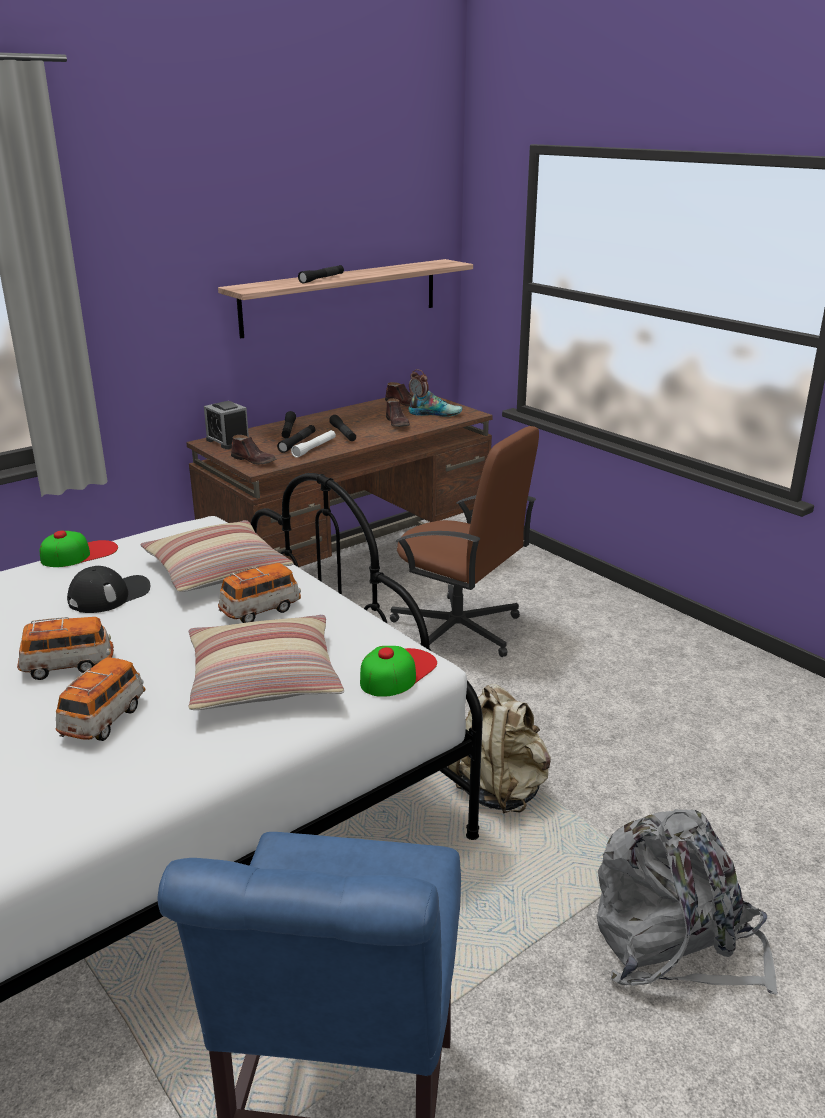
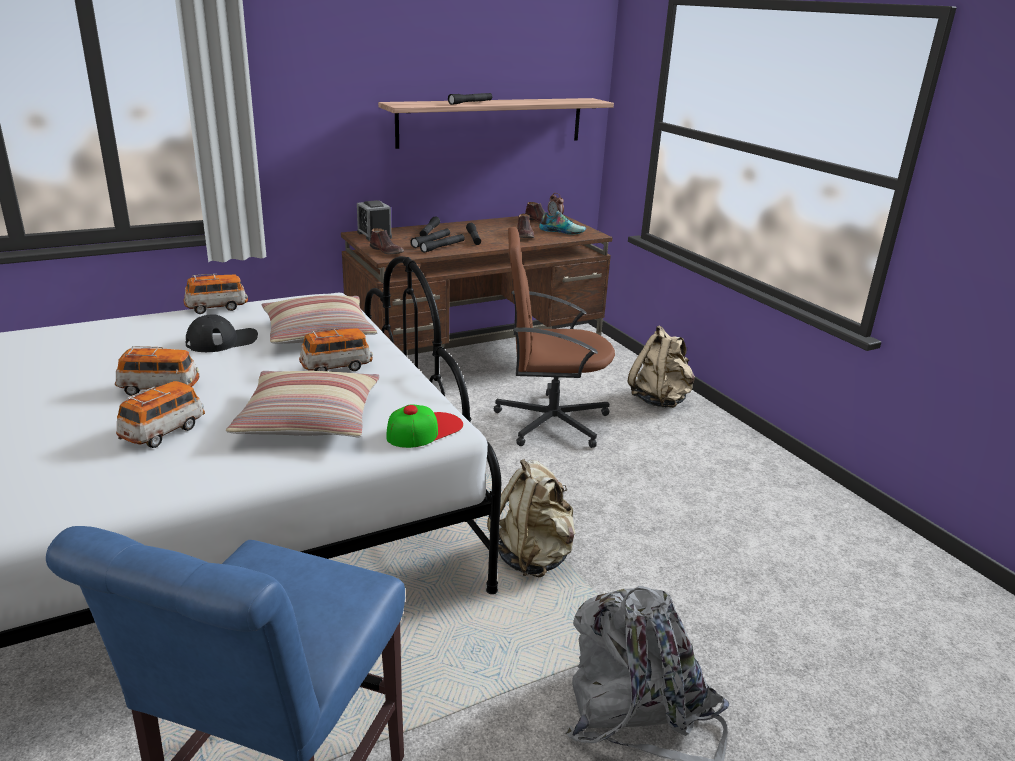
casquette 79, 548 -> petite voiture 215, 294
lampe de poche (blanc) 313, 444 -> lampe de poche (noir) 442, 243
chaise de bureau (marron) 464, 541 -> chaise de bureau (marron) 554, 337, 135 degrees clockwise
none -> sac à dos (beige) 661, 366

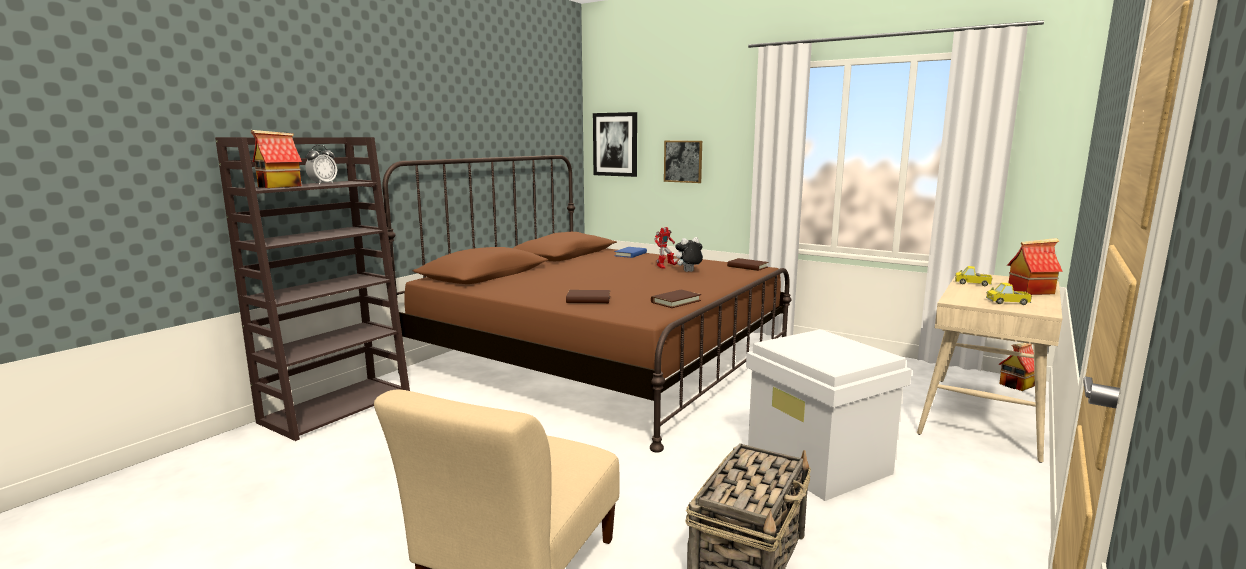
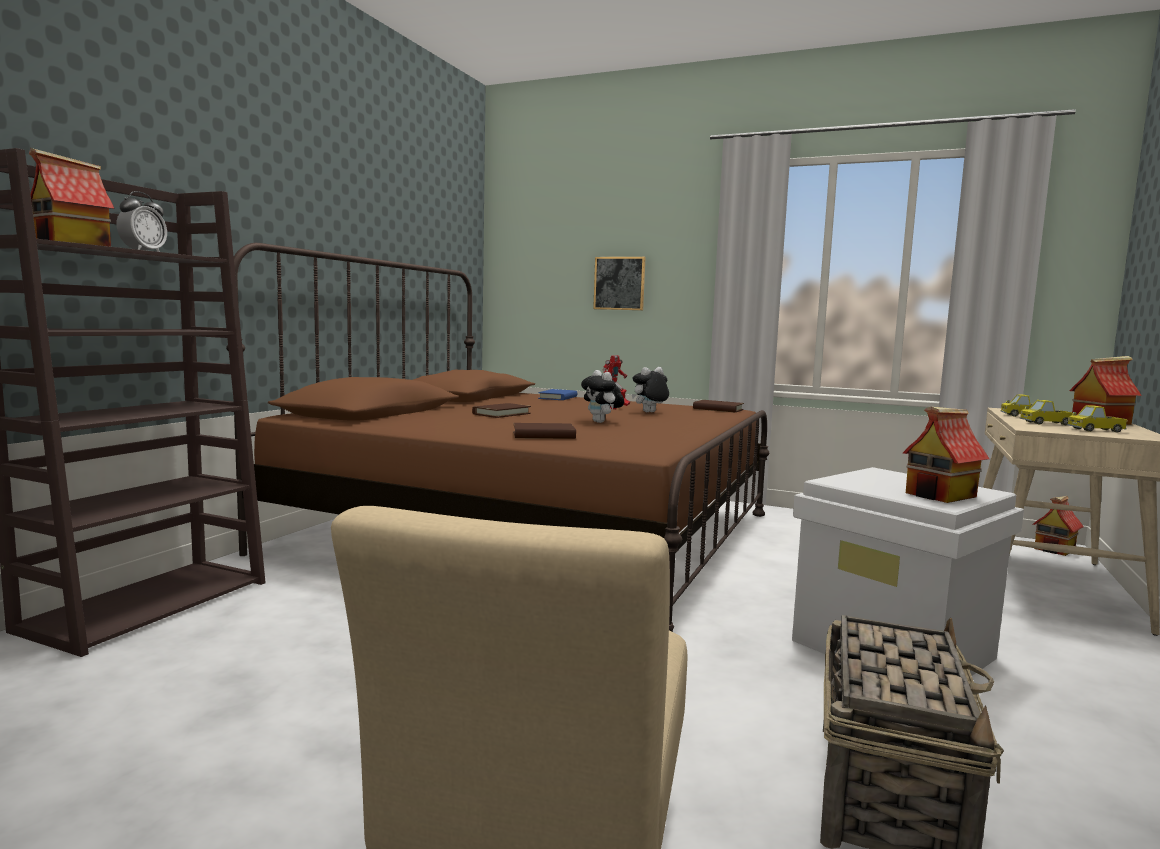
livre (marron) 676, 299 -> livre (marron) 501, 410, moved
none -> peluche 602, 396
none -> maison miniature 946, 455
none -> camion jouet 1048, 412
tableau 615, 144 -> none

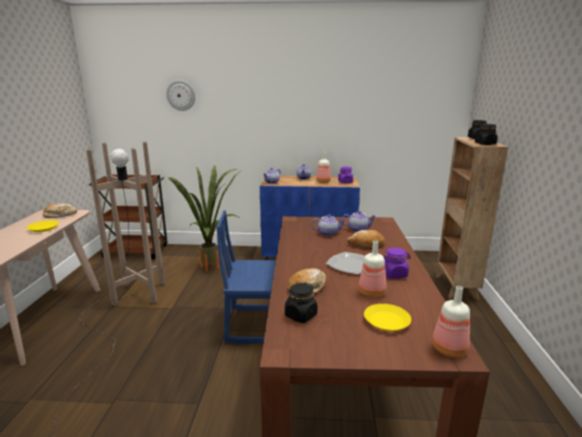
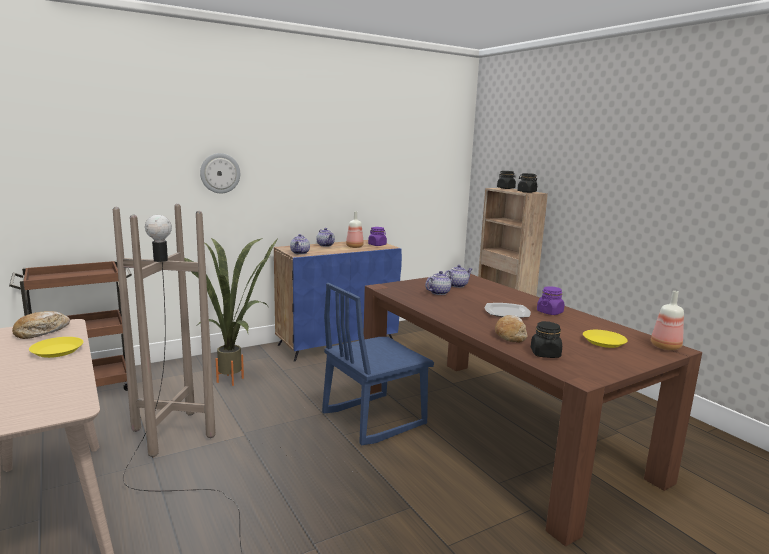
horloge murale 180, 95 -> horloge murale 220, 173, moved
pain 366, 238 -> none
bouteille 373, 269 -> none

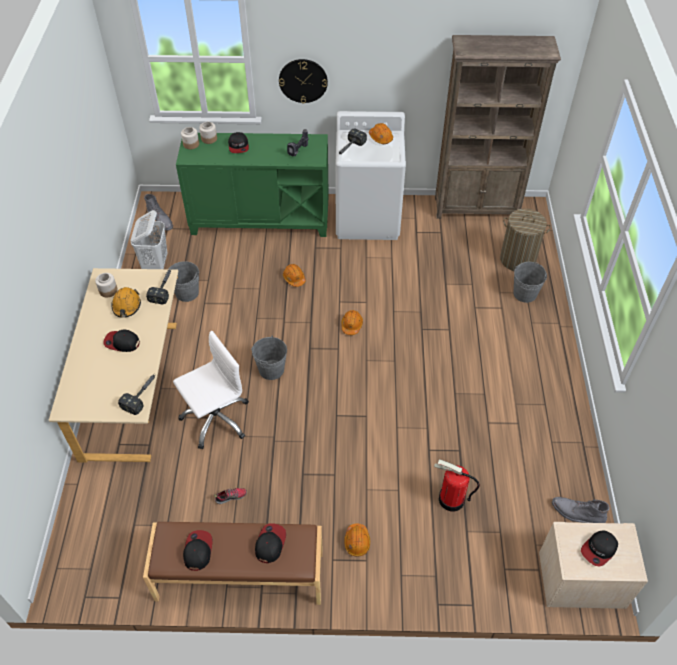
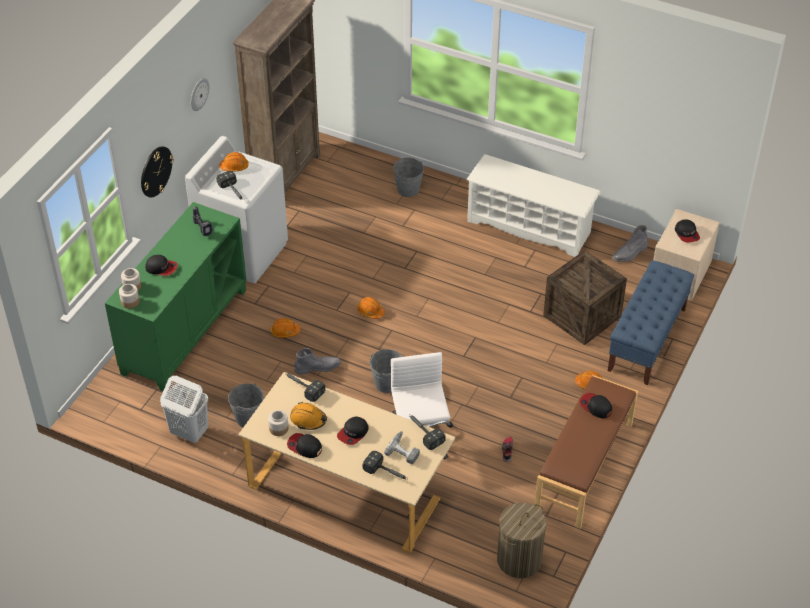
none -> horloge murale 200, 94
casquette 197, 550 -> casquette 304, 445, moved
botte (gris) 158, 212 -> botte (gris) 318, 361, moved
none -> marteau 385, 465
none -> perceuse 402, 447
none -> étagère à chaussures (blanc) 533, 205
panier à linge 525, 240 -> panier à linge 521, 540, moved
extincteur 457, 485 -> caisse 585, 297
none -> banc (bleu) 651, 322

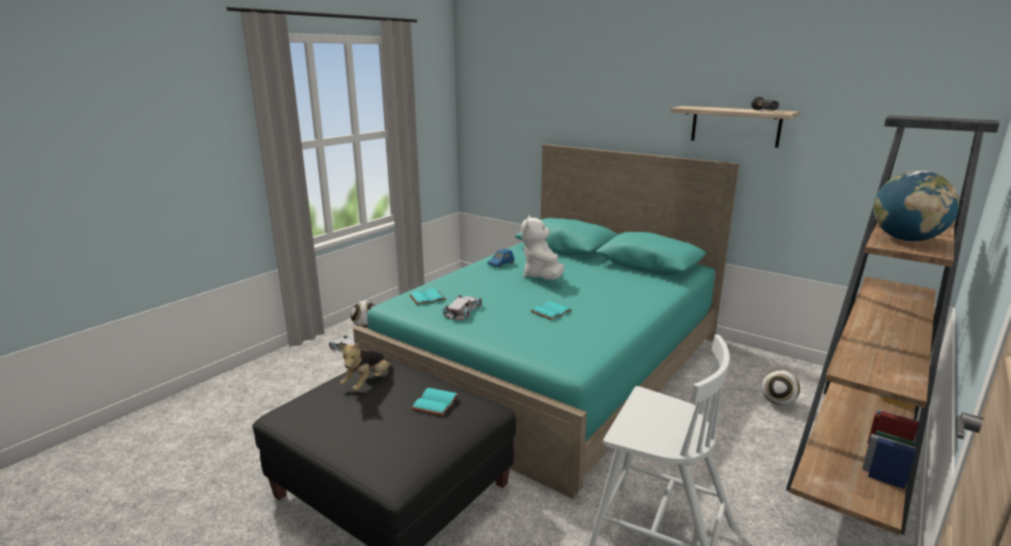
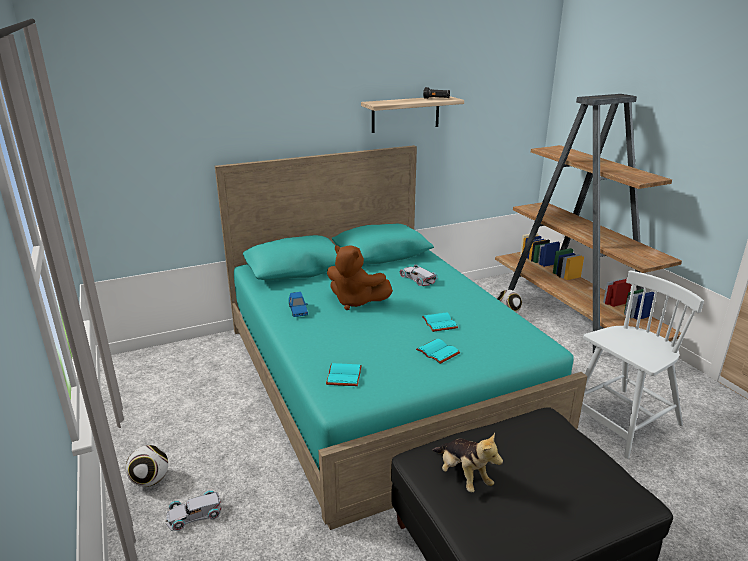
peluche (blanc) 542, 247 -> peluche (marron) 360, 277
petite voiture (blanc) 462, 307 -> petite voiture (blanc) 418, 275, moved
livre (turquoise) 435, 402 -> livre (turquoise) 438, 351, moved
globe 916, 206 -> none

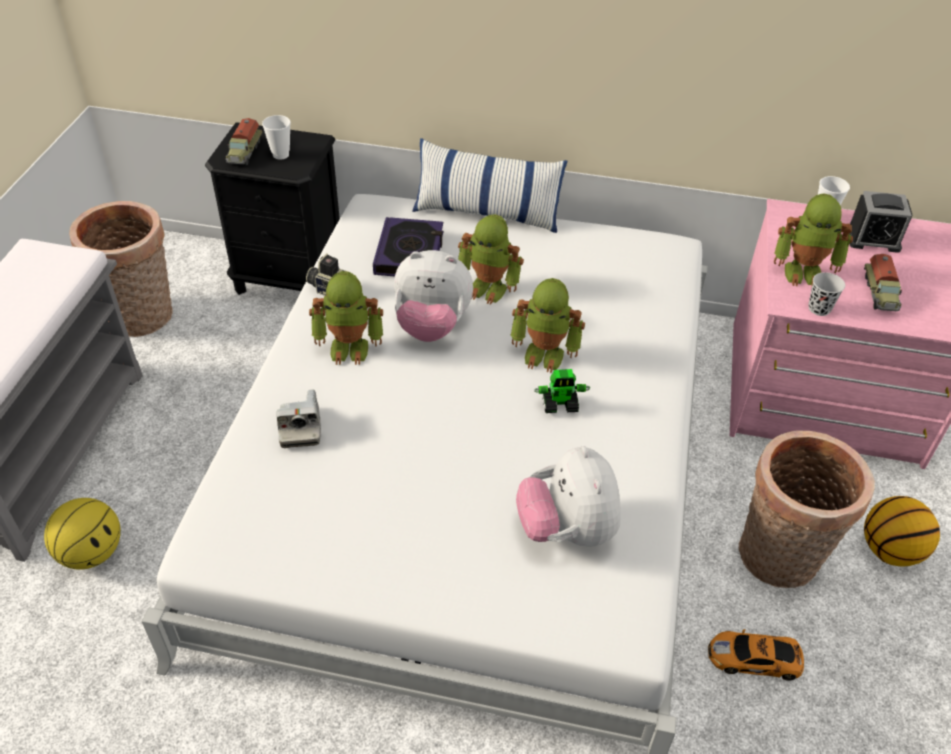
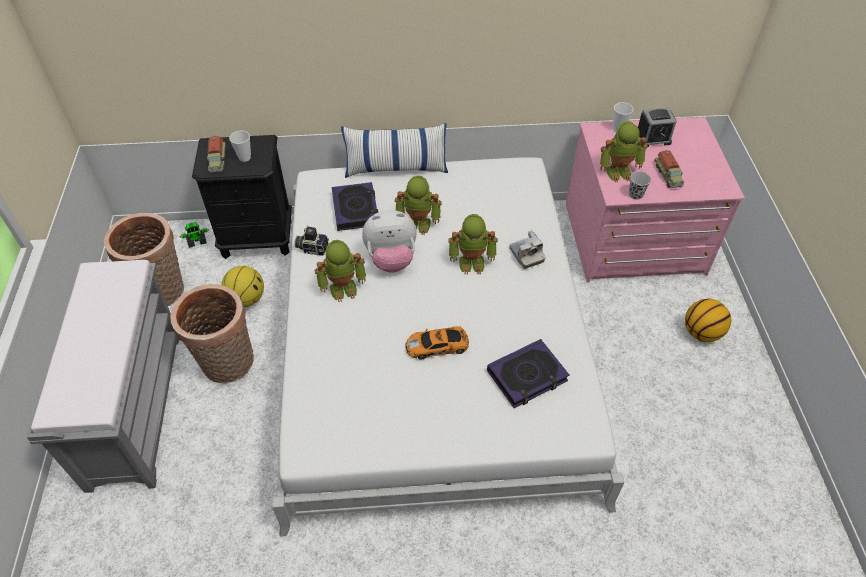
panier 807, 509 -> panier 212, 334, moved
robot jouet 562, 391 -> robot jouet 194, 235, moved
ballon de basket 82, 534 -> ballon de basket 242, 286, moved
petite voiture 756, 655 -> petite voiture 437, 343, moved
peluche 568, 496 -> livre 528, 373
appareil photo 298, 418 -> appareil photo 527, 249, moved

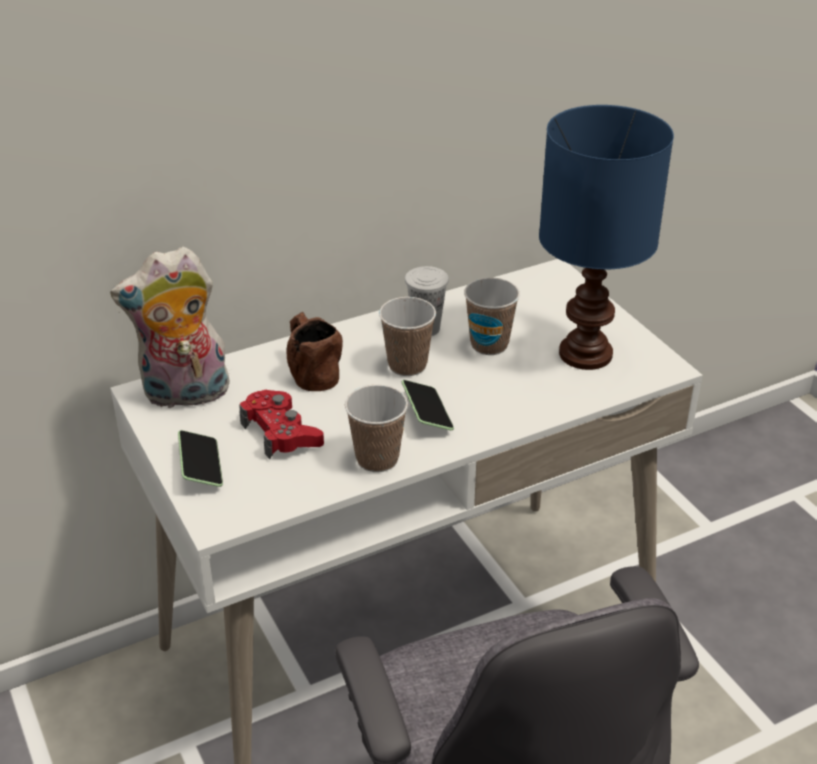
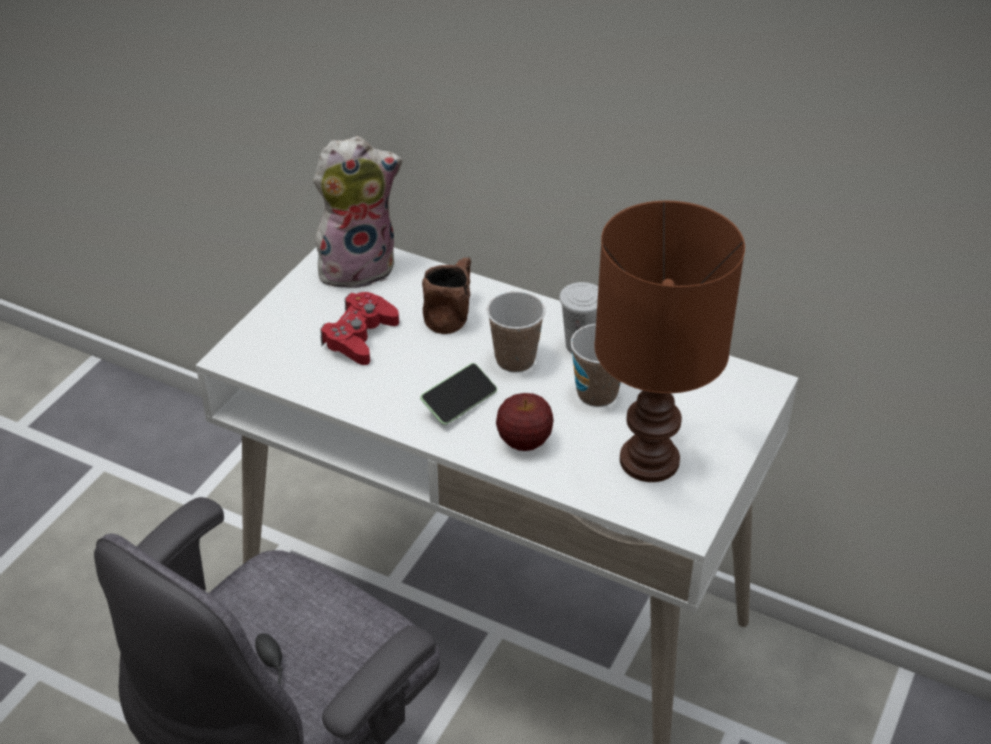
peluche 170, 328 -> peluche 357, 212, 120 degrees clockwise
none -> pomme 525, 422
lampe de table (bleu) 606, 237 -> lampe de table (marron) 669, 341
téléphone 200, 458 -> none
tasse 376, 428 -> none

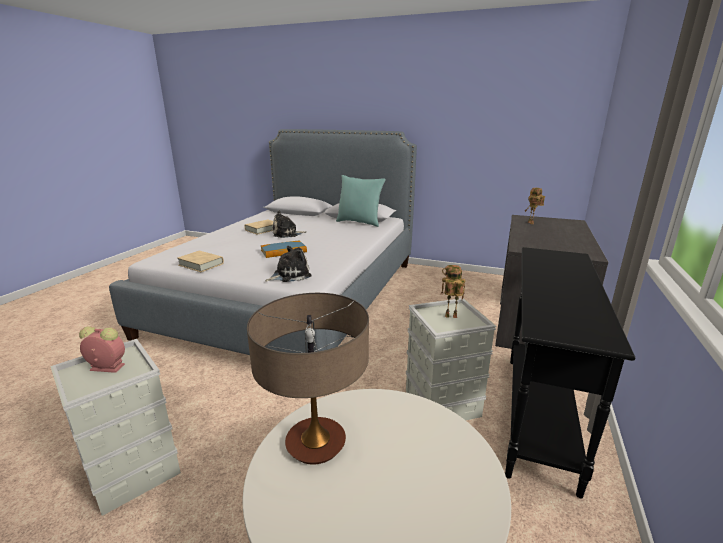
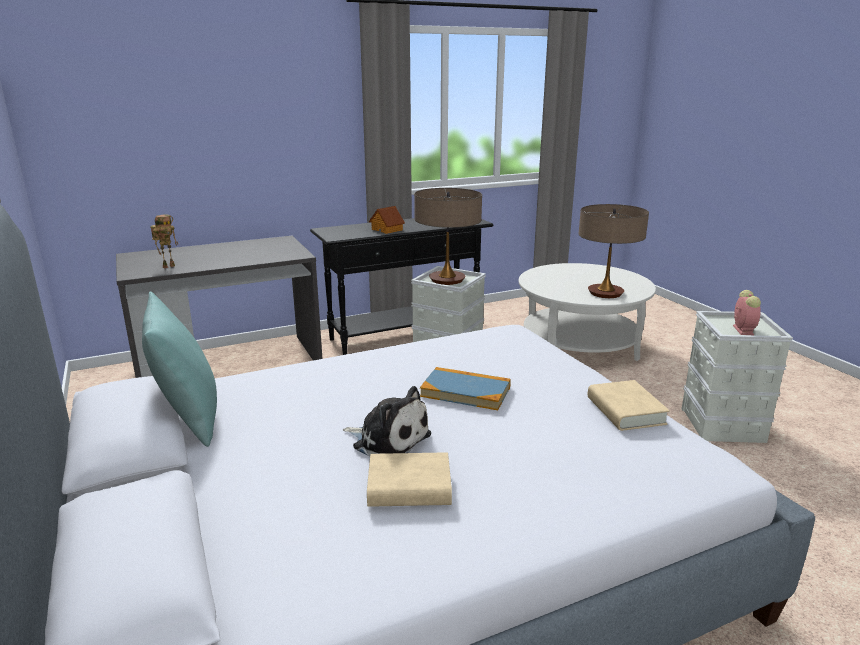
none -> maison miniature 387, 220
robot jouet 453, 291 -> lampe de table 448, 236
réveil 102, 349 -> réveil 747, 312, 135 degrees counterclockwise
peluche 288, 264 -> none

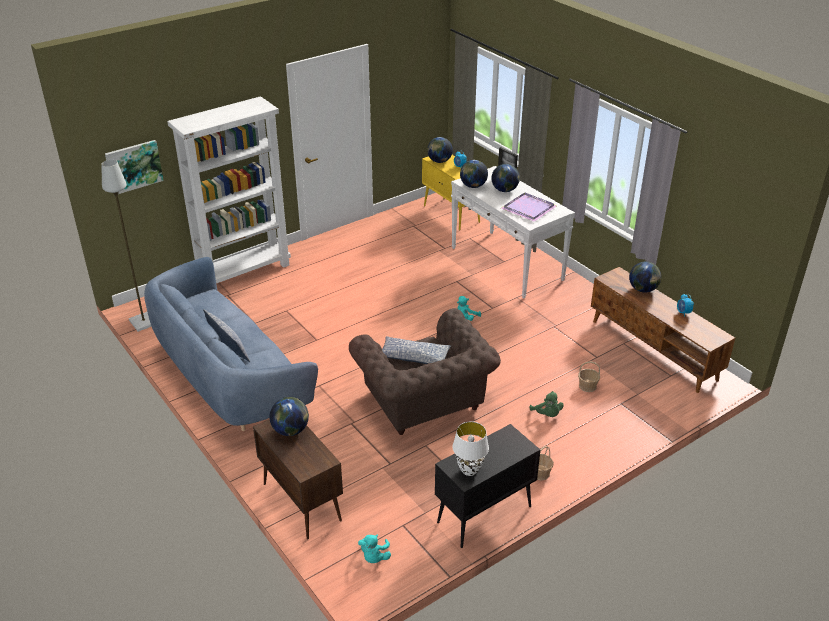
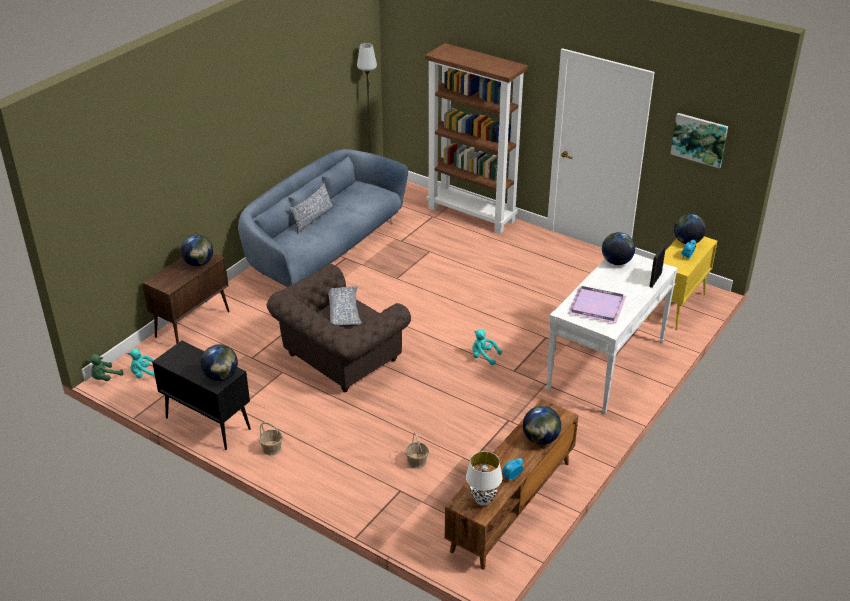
peluche (vert) 546, 404 -> peluche (vert) 106, 367, moved
globe 506, 178 -> globe 219, 362, moved
bibliothèque (blanc) 229, 191 -> bibliothèque (marron) 476, 138
lampe de table (blanc) 470, 448 -> lampe de table (blanc) 484, 478, moved
tableau 134, 167 -> tableau 699, 140, moved

